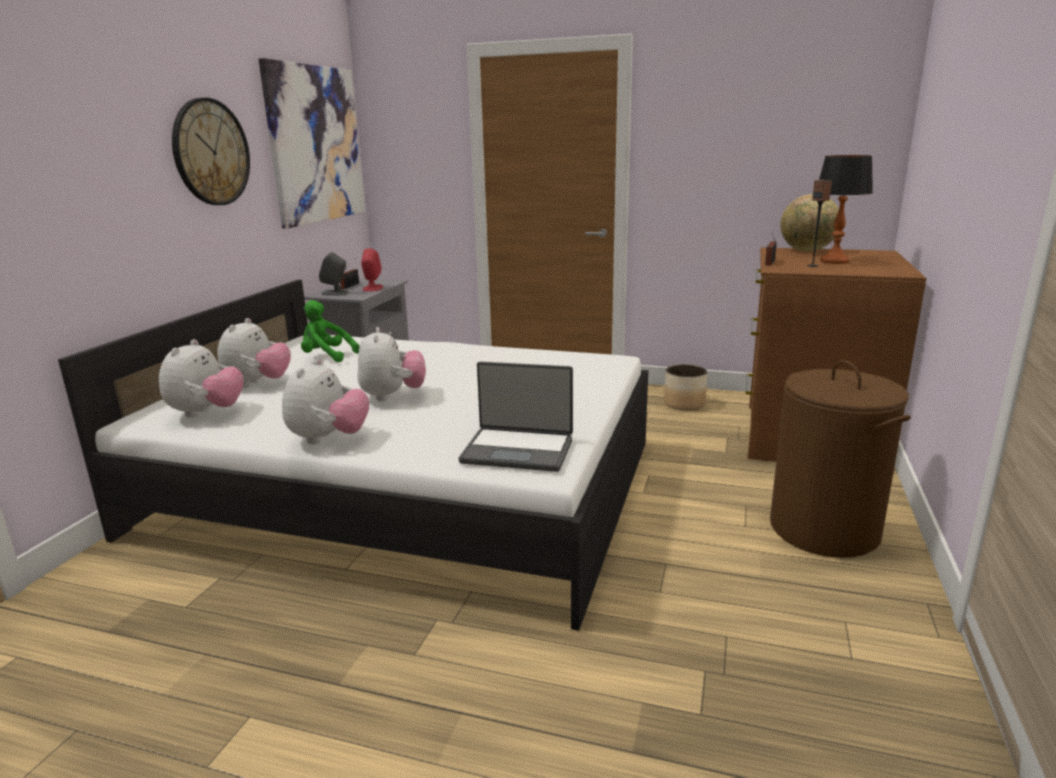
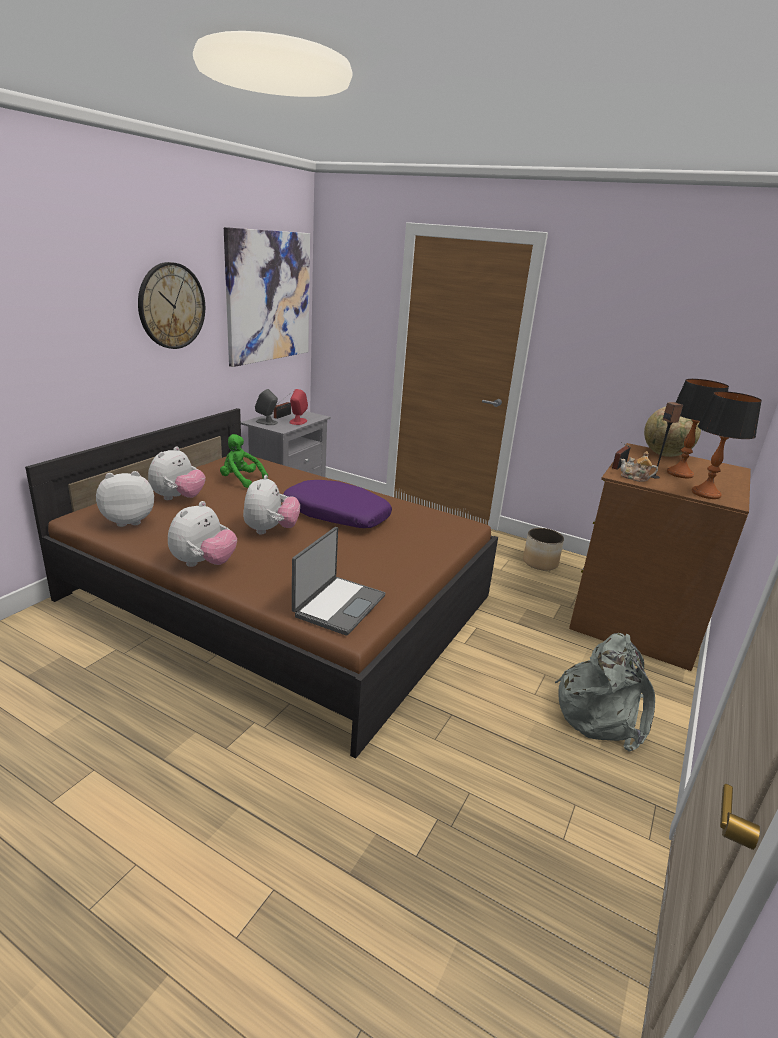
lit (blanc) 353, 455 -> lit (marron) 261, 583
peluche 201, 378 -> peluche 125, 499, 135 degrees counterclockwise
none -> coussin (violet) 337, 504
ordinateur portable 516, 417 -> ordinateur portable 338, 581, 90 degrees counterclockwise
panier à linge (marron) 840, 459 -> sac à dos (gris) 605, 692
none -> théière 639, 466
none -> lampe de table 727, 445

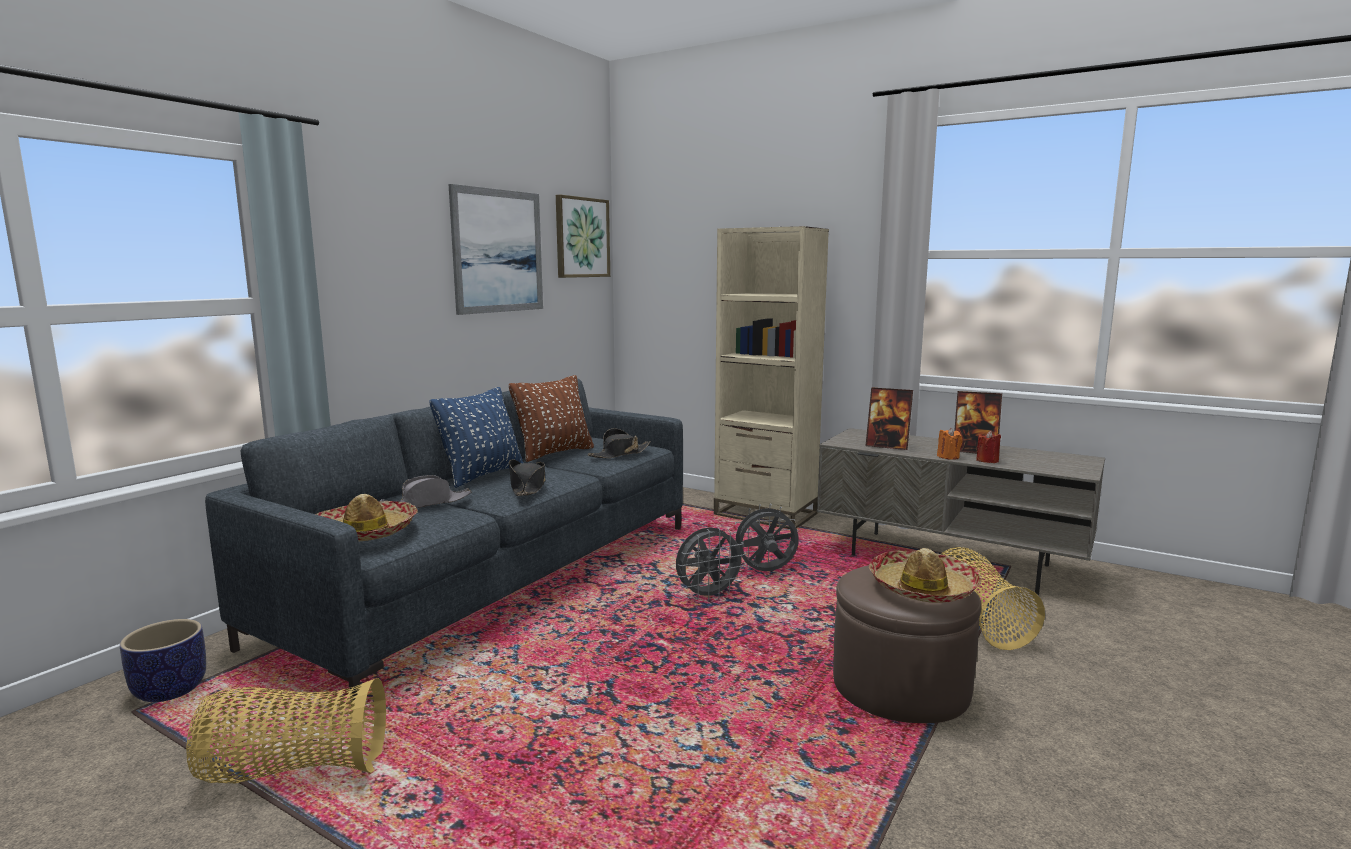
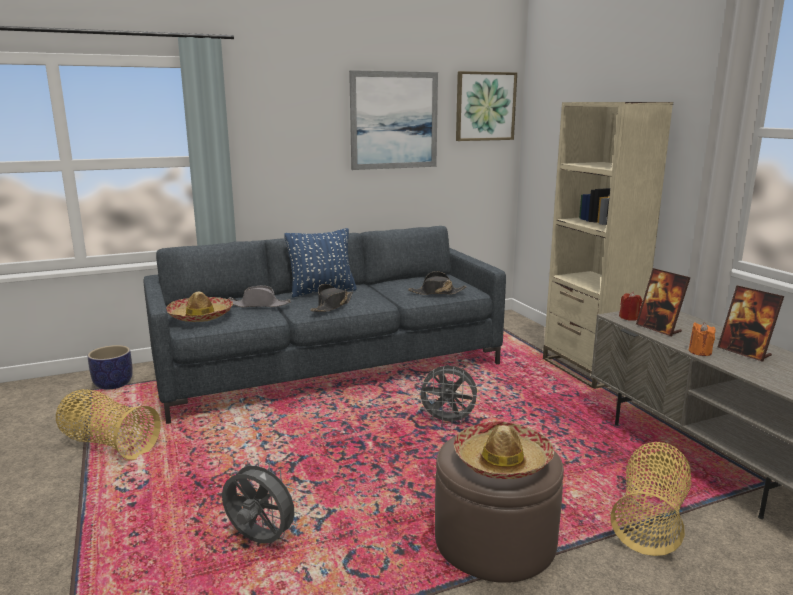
ventilateur (gris) 765, 537 -> ventilateur (gris) 261, 501, moved
bougie (rouge) 988, 447 -> bougie (rouge) 630, 306, moved
coussin (marron) 551, 418 -> none

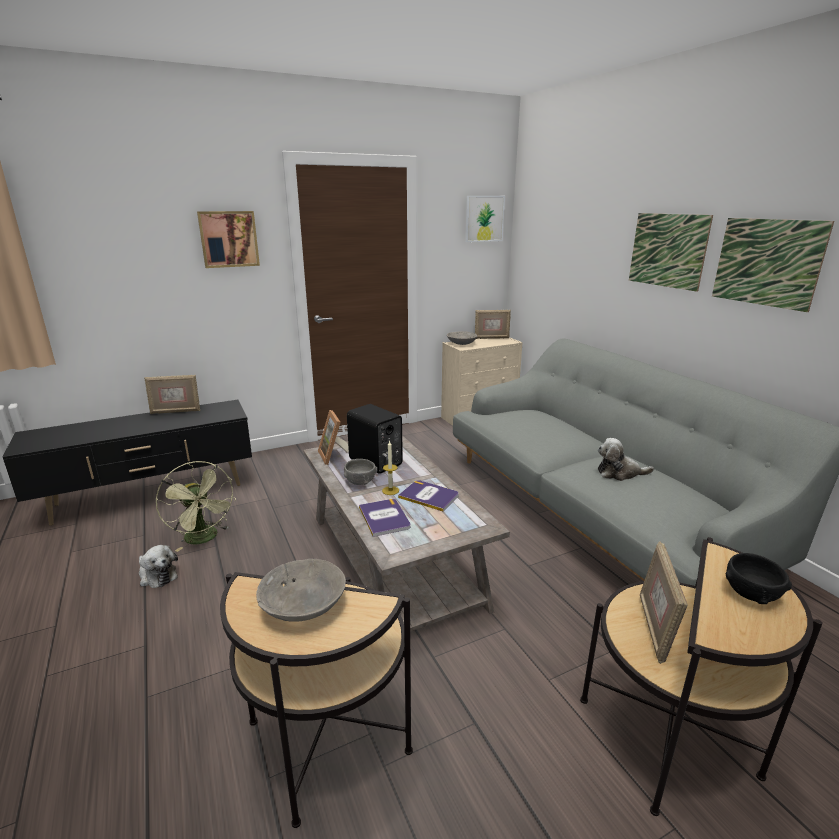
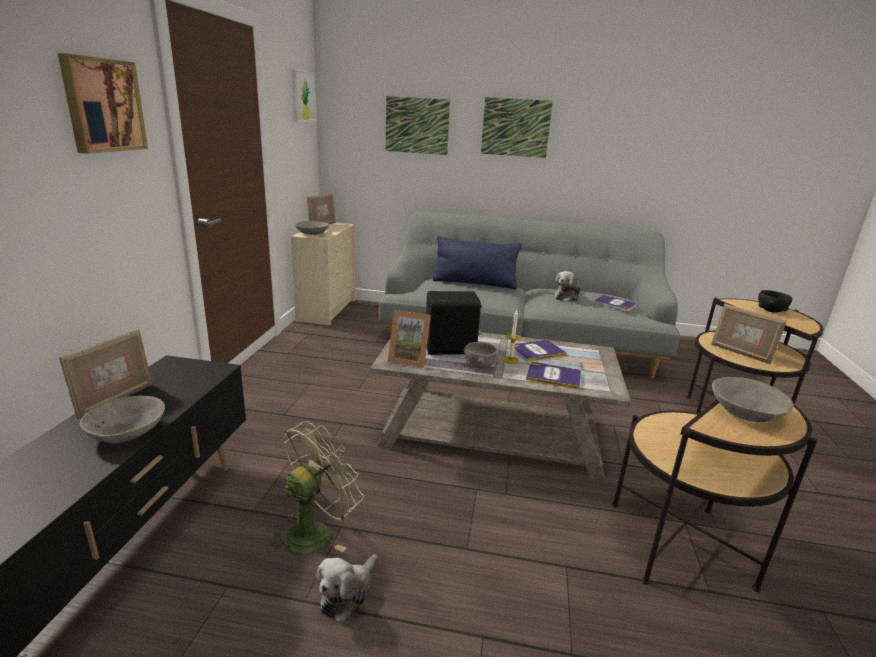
none -> bol (gris) 122, 419
ventilateur (vert) 196, 506 -> ventilateur (vert) 315, 488, 45 degrees counterclockwise
peluche 158, 566 -> peluche 347, 589, 135 degrees clockwise
tableau 773, 265 -> tableau 418, 125, moved
none -> coussin (bleu) 477, 262
none -> livre 616, 303

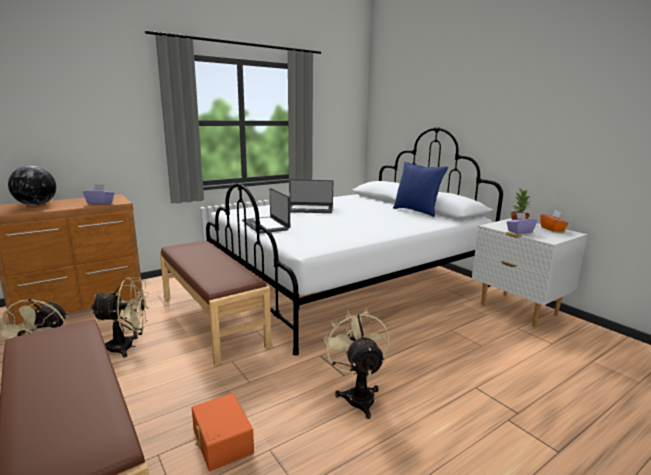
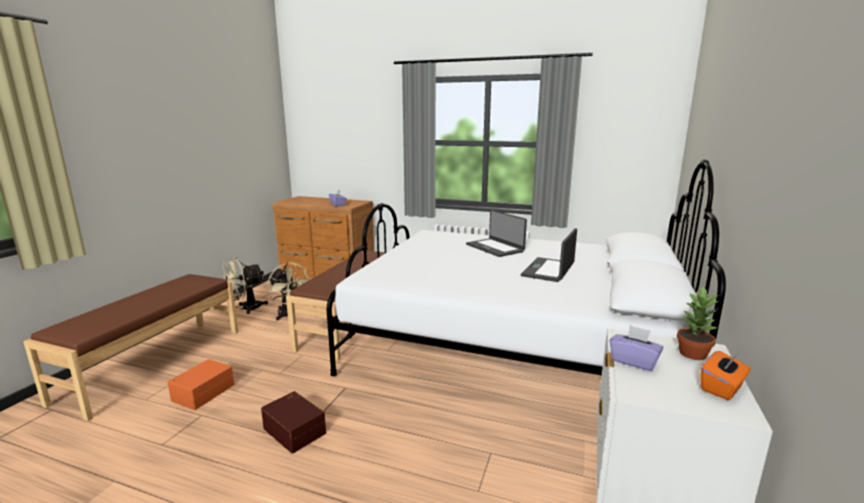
ventilateur (beige) 356, 364 -> boîte de rangement (marron) 293, 422
ordinateur portable 266, 211 -> ordinateur portable 549, 255, moved
globe 32, 185 -> none
coussin (bleu) 420, 189 -> none

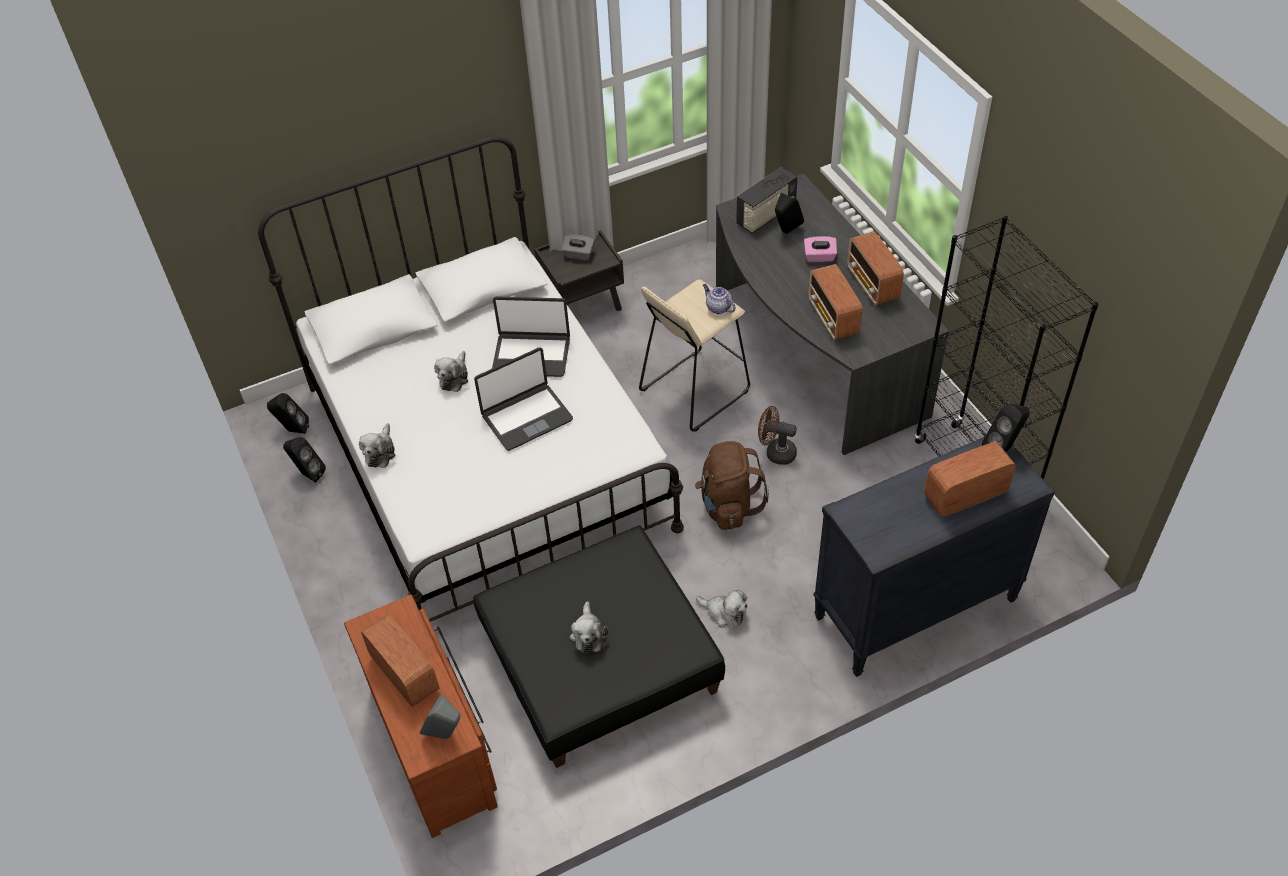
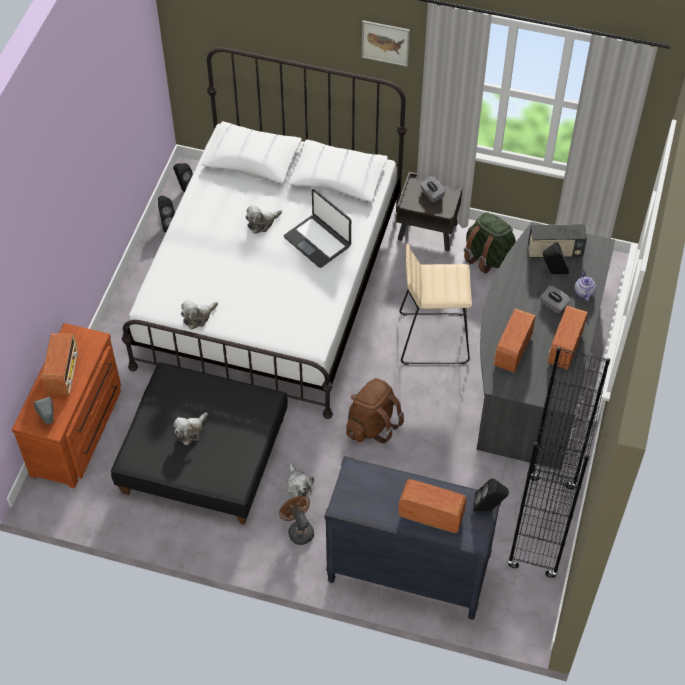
peluche 377, 445 -> peluche 199, 314, moved
ventilateur (marron) 777, 435 -> ventilateur (marron) 296, 520, moved
none -> tableau 386, 43
none -> sac à dos (vert) 490, 242
boîte à mouchoirs (rose) 820, 249 -> boîte à mouchoirs (gris) 555, 299
théière 719, 299 -> théière 585, 285, moved
ordinateur portable 523, 399 -> none

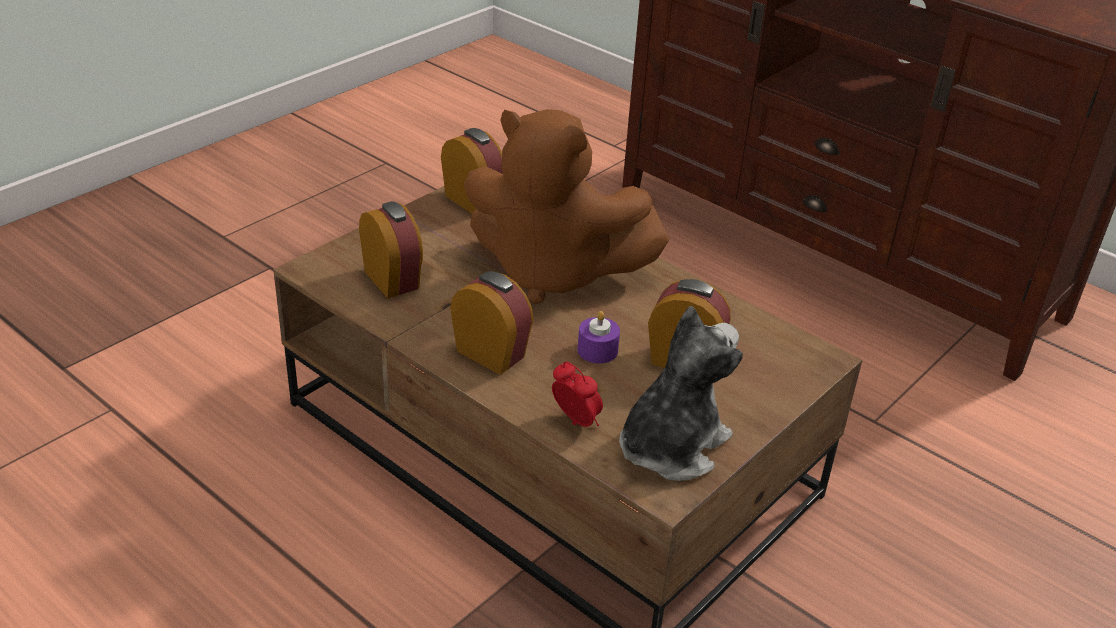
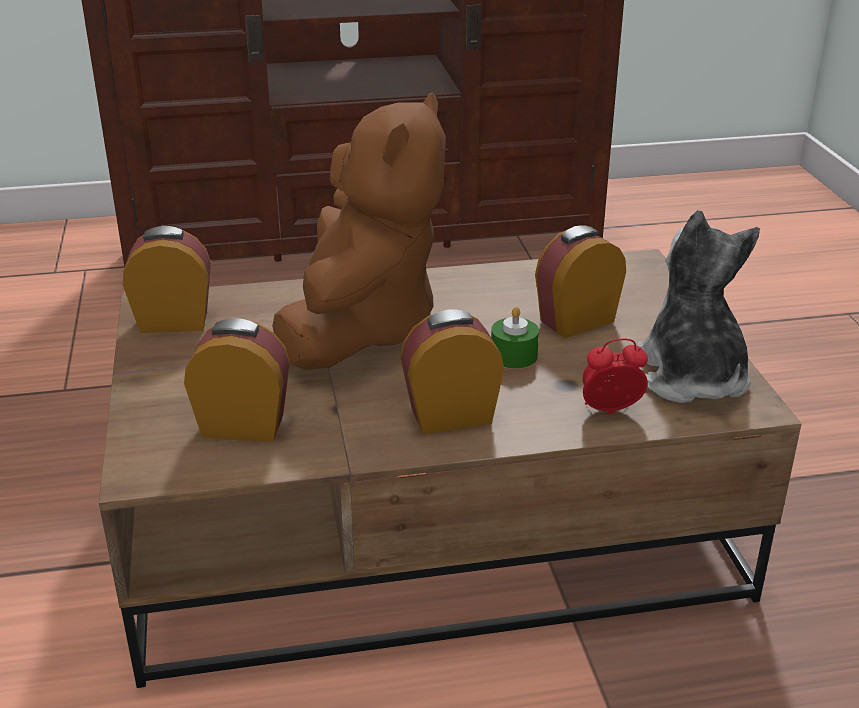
peluche (marron) 566, 206 -> peluche (marron) 359, 231, 45 degrees counterclockwise
bougie (violet) 599, 337 -> bougie (vert) 515, 337

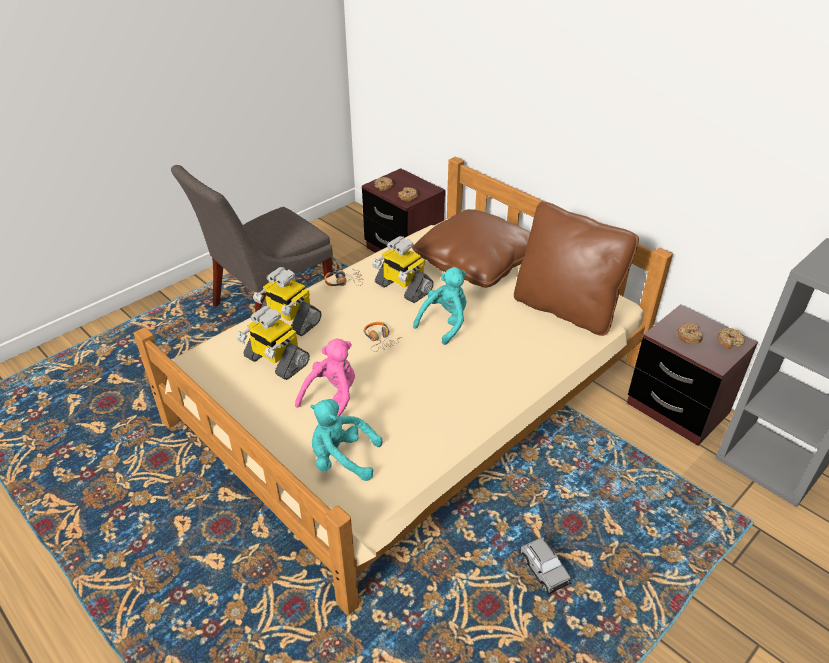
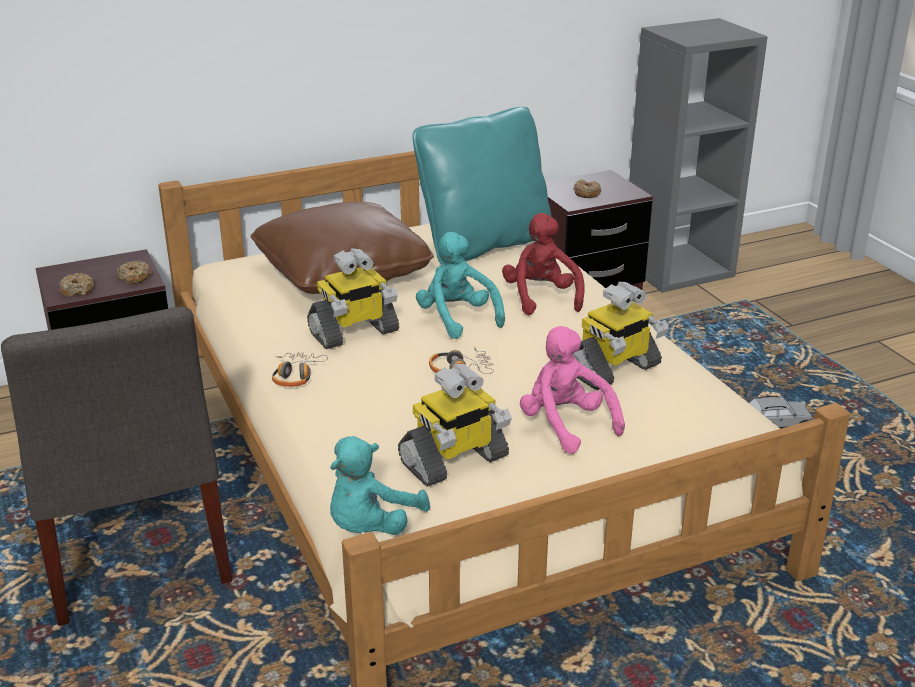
peluche (turquoise) 346, 440 -> peluche (turquoise) 380, 485, moved
coussin (marron) 576, 268 -> coussin (turquoise) 481, 185
none -> peluche (rouge) 543, 264
robot jouet 287, 301 -> robot jouet 621, 336, moved
beignet 731, 338 -> none

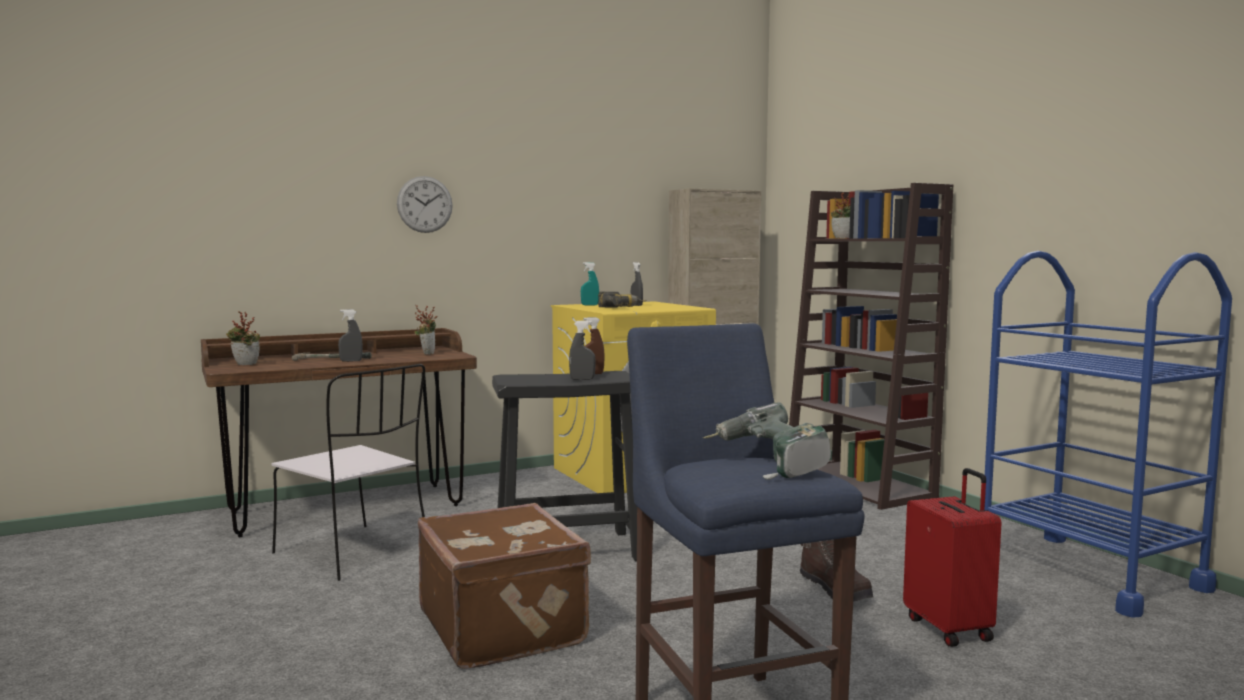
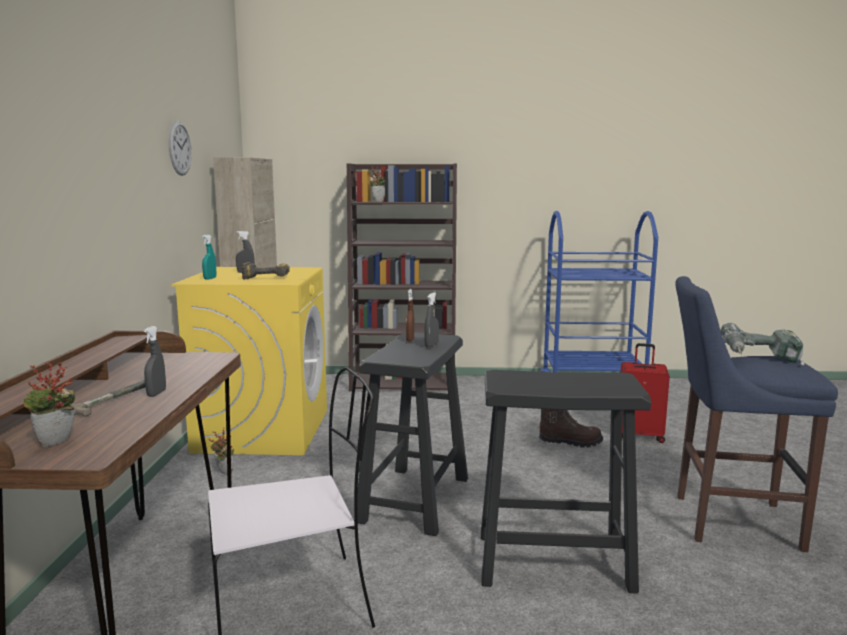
horloge murale 425, 204 -> horloge murale 180, 148, moved
plante en pot 426, 329 -> plante en pot 221, 451, moved
valise (marron) 504, 586 -> tabouret (noir) 566, 482

